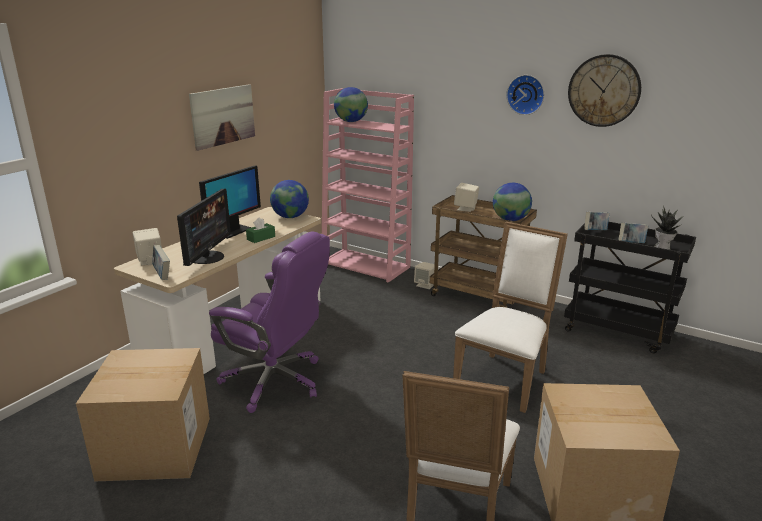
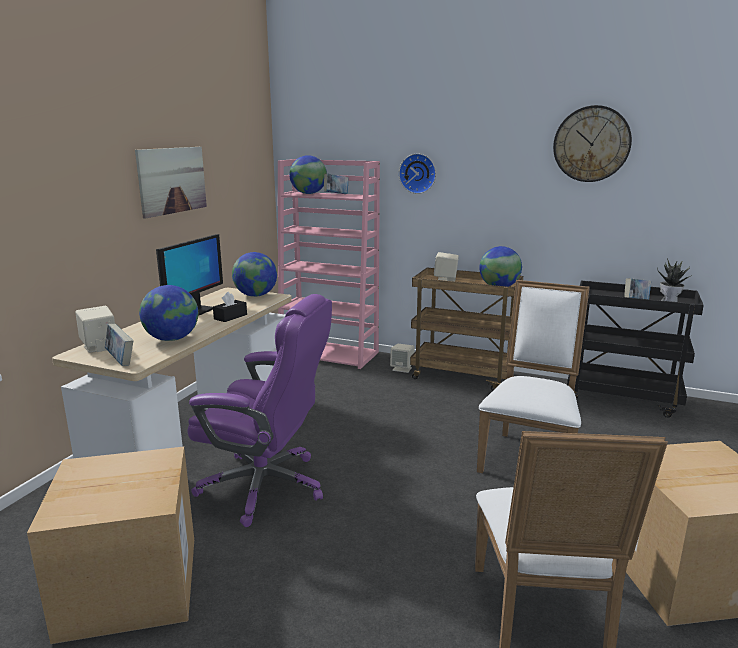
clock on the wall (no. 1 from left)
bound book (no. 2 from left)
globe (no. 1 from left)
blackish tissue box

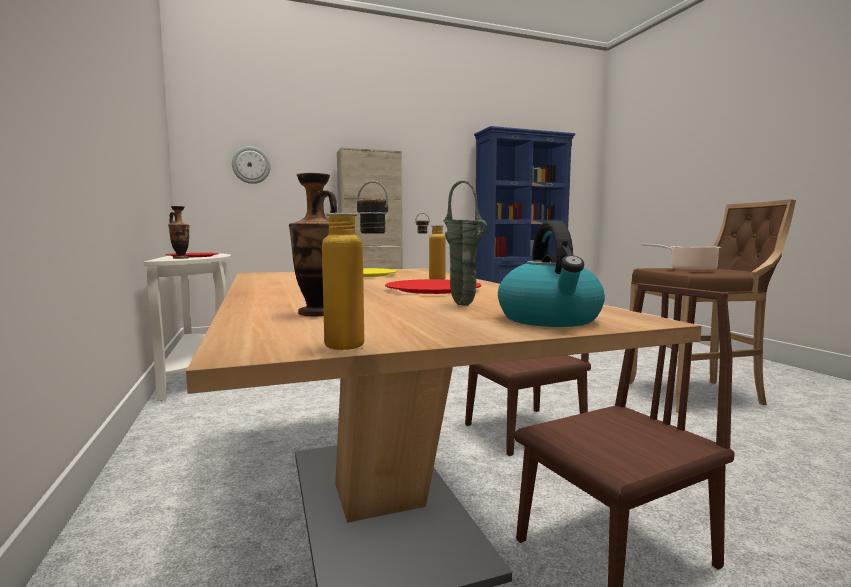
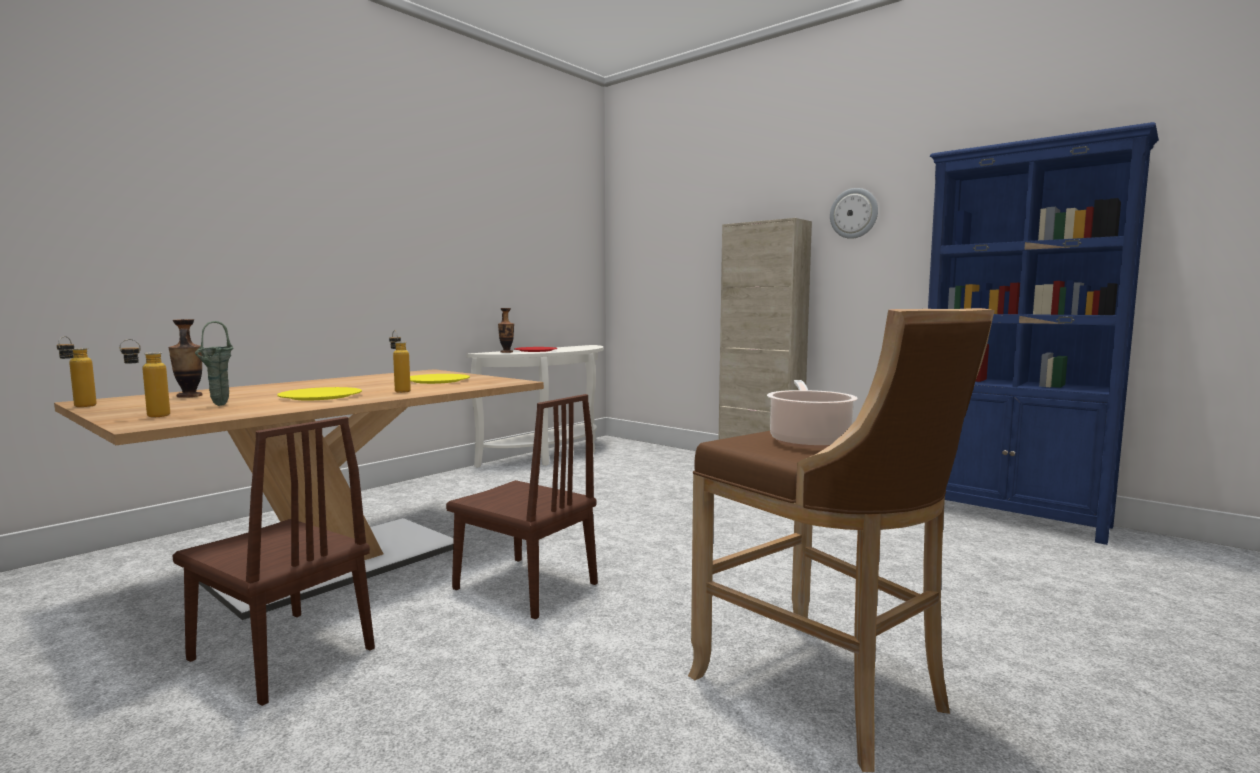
clock on the wall
bottle (no. 2 from left)
yellow-coloured flat dish (no. 1 from left)

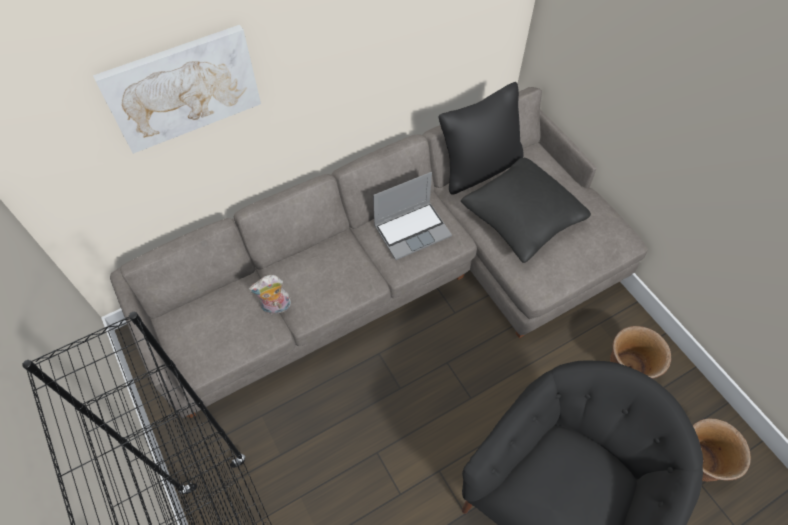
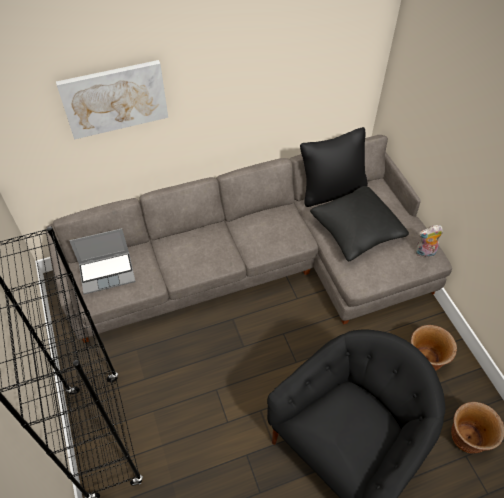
cuddly toy
laptop

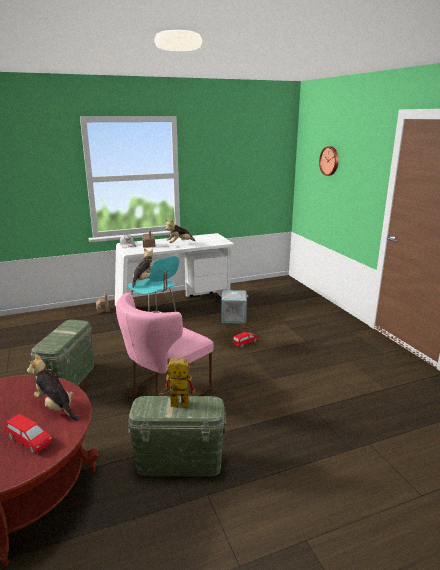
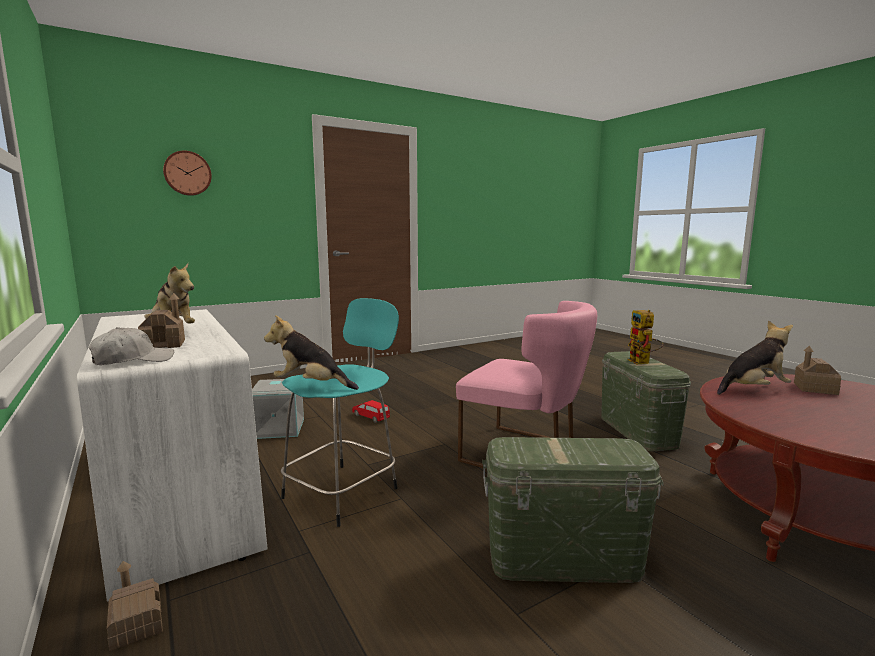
miniature house (no. 3 from left)
cuddly toy (no. 3 from left)

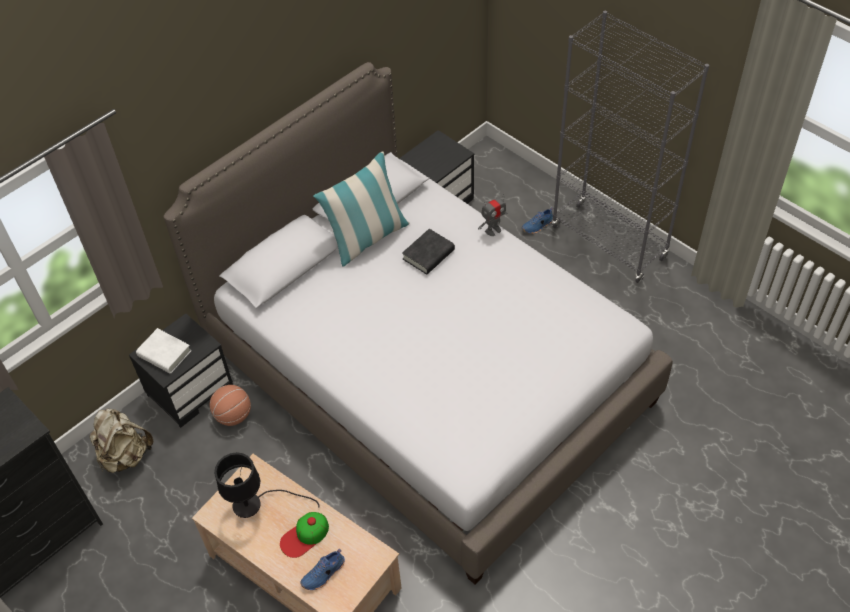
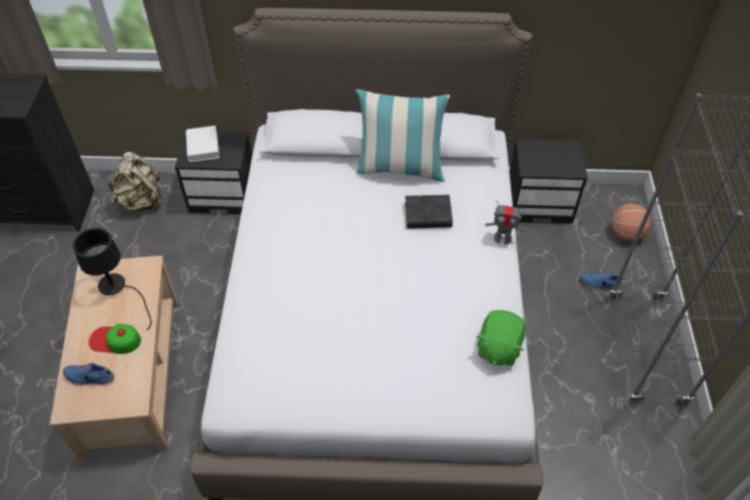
greenish cuddly toy
basketball ball

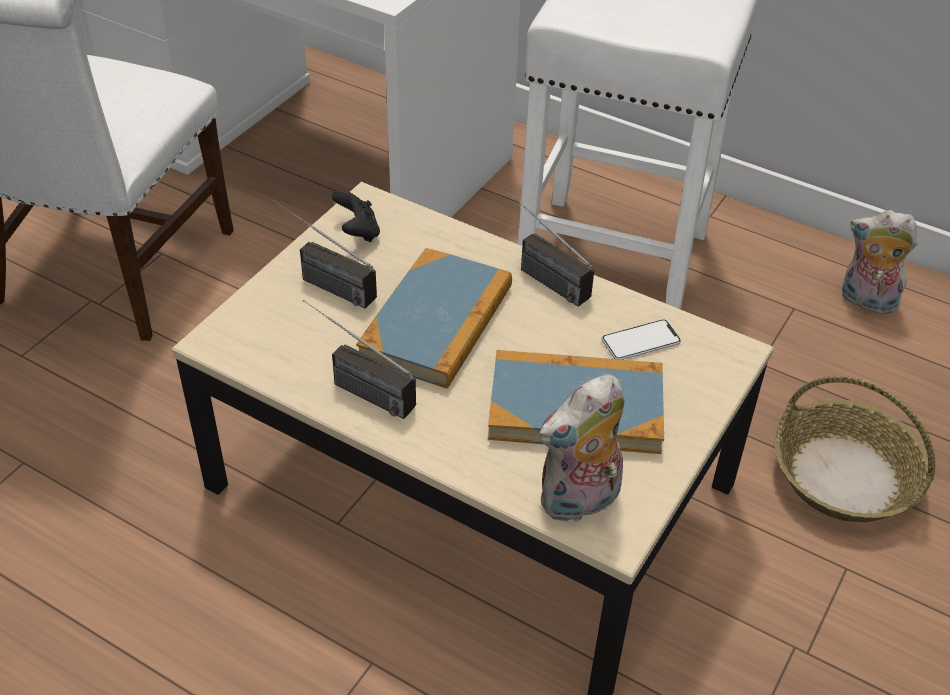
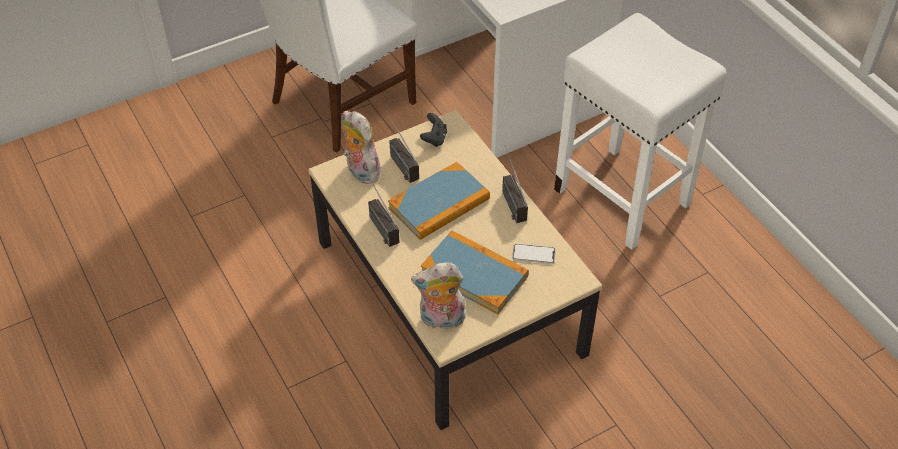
household basket
cuddly toy (no. 1 from left)

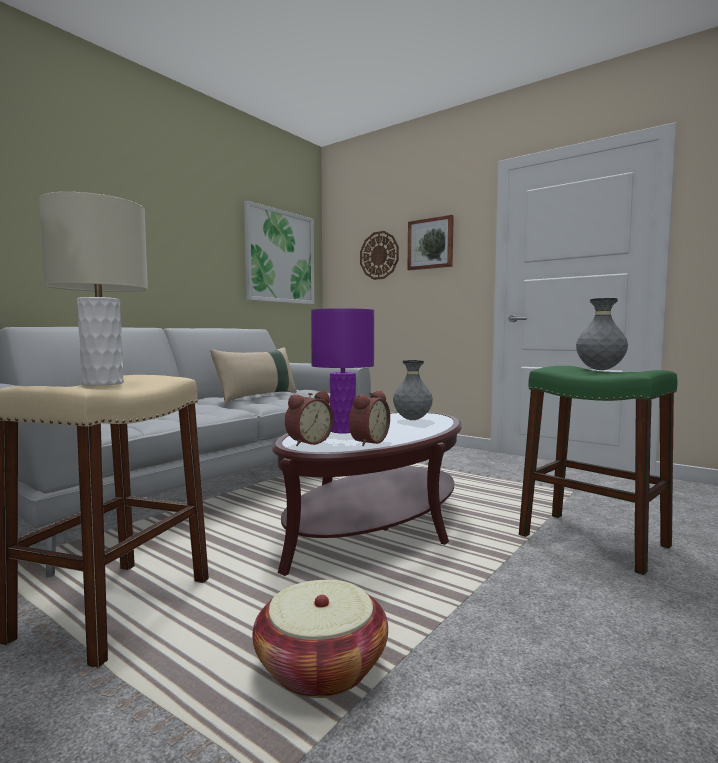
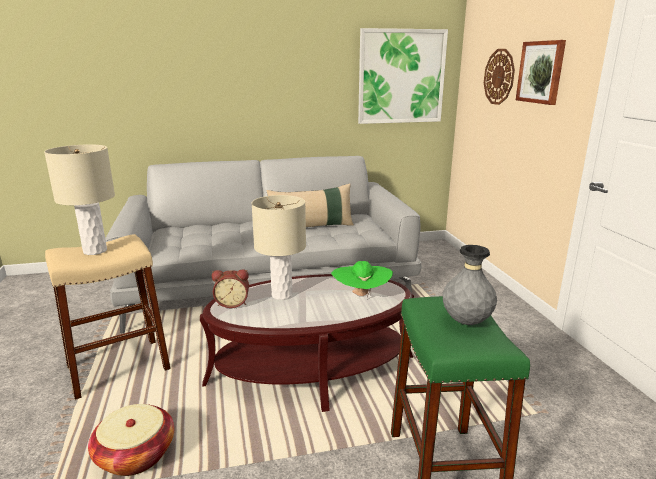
alarm clock (no. 2 from left in the first image)
greenish clothing hat
beige-coloured tabletop lamp (no. 2 from left)

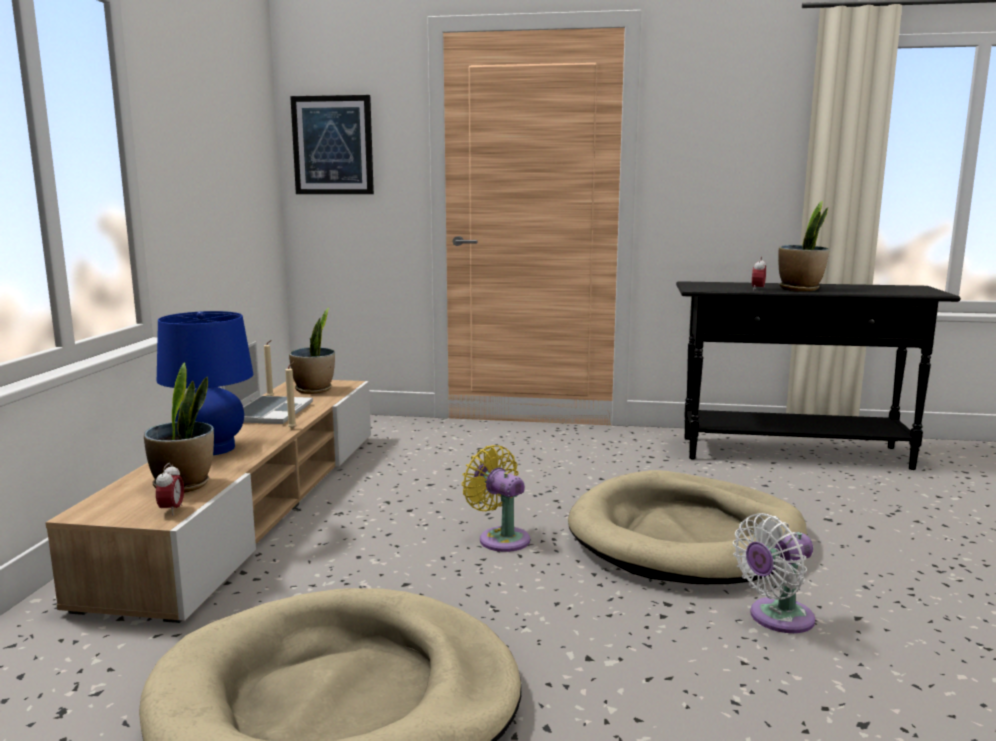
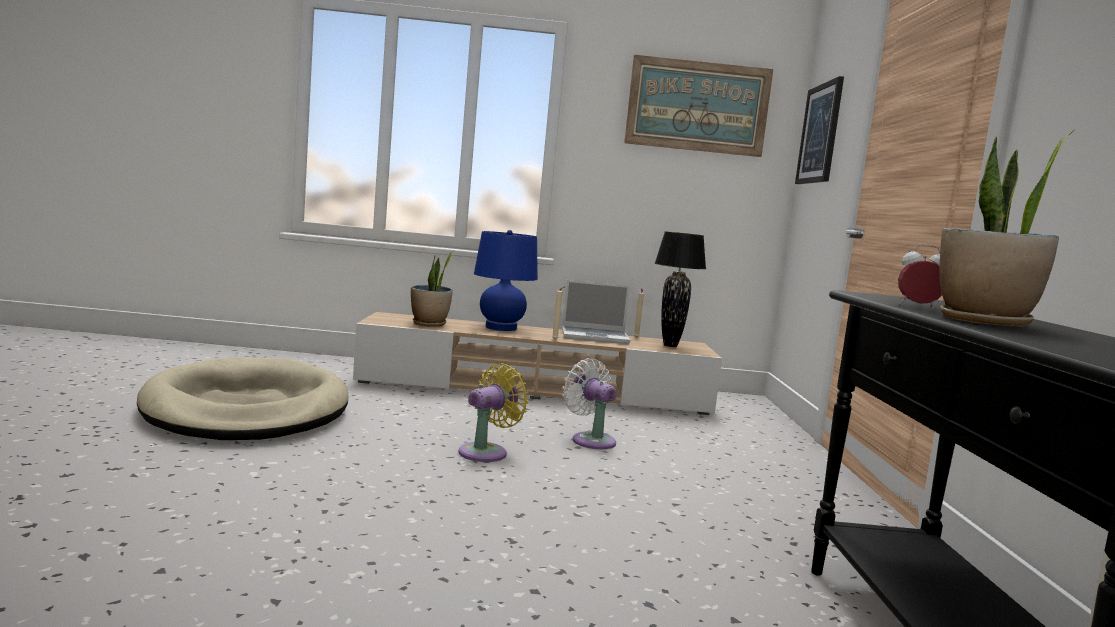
alarm clock (no. 1 from left in the first image)
beige-coloured dog cushion (no. 2 from left in the first image)
wall art (no. 1 from left)
white-coloured electric fan
blackish tabletop lamp

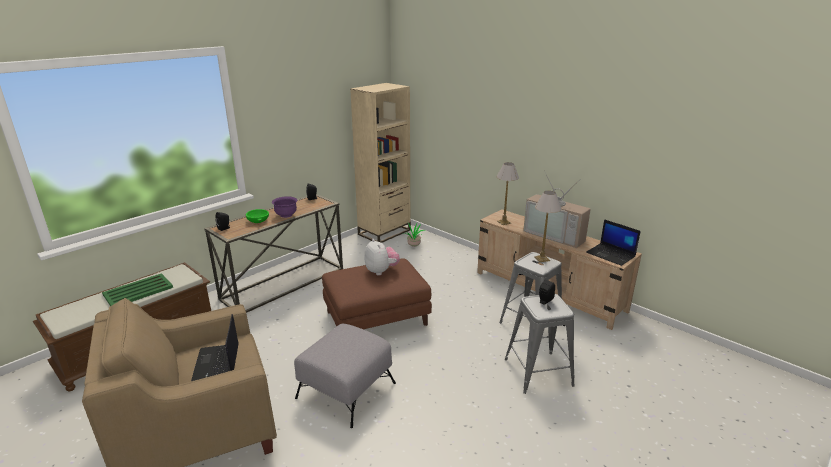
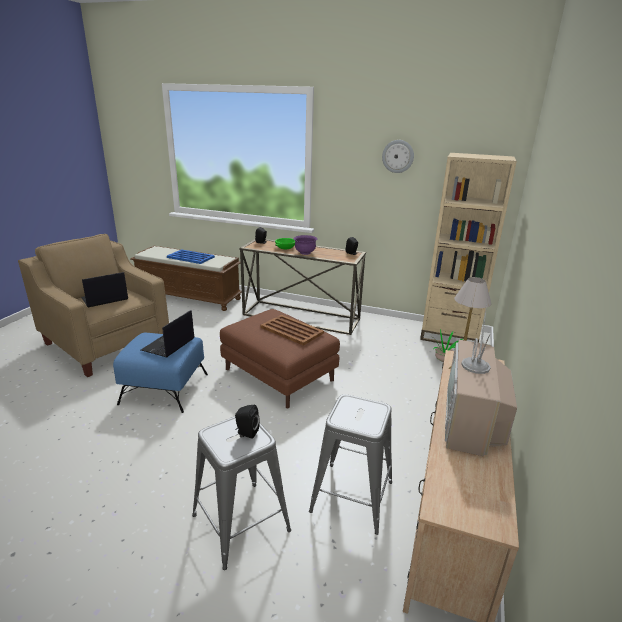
tabletop lamp (no. 2 from left in the first image)
clock on the wall
laptop (no. 2 from left)
brown-coloured serving tray
bluish serving tray
bluish ottoman

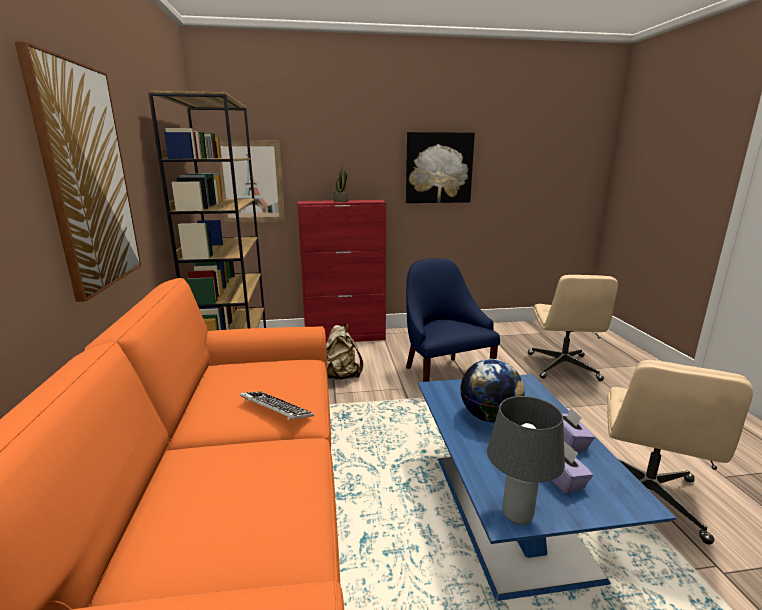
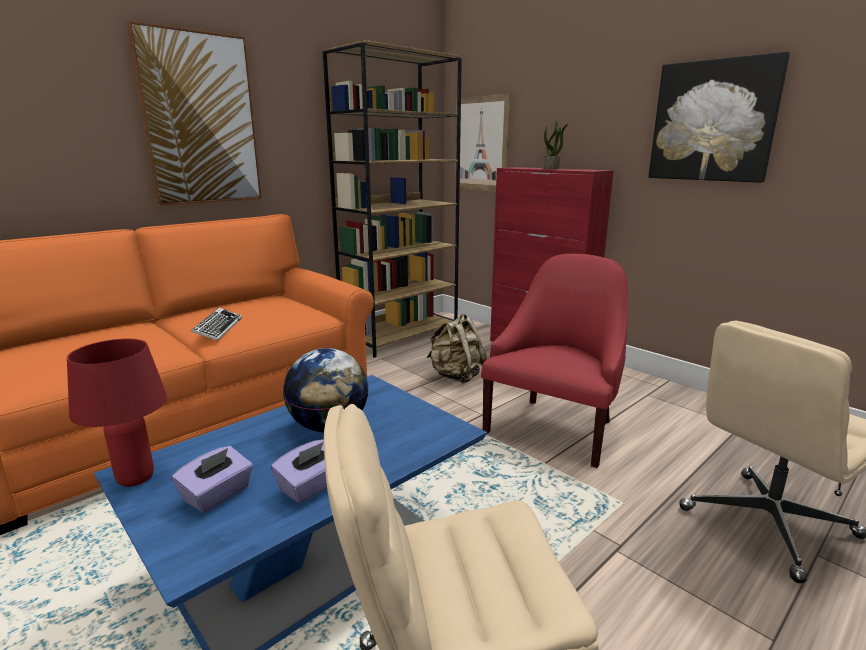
red-coloured lounge chair
red-coloured tabletop lamp

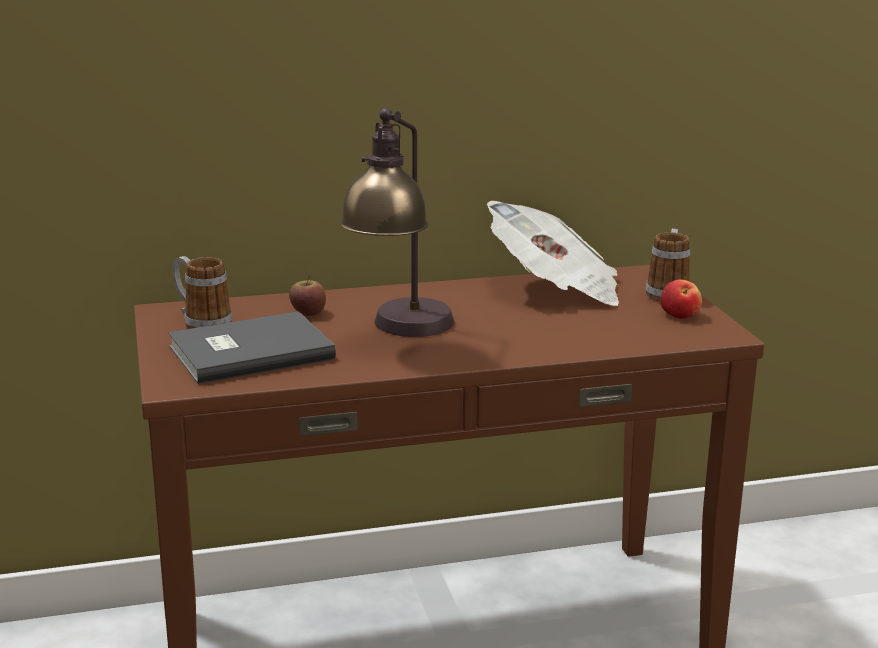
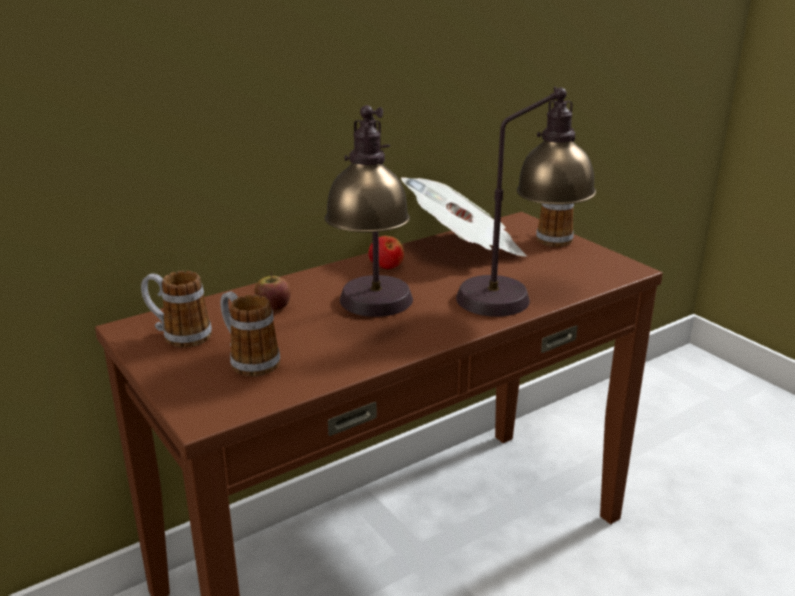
tabletop lamp (no. 2 from left)
apple (no. 2 from left)
tea mug (no. 2 from left)

